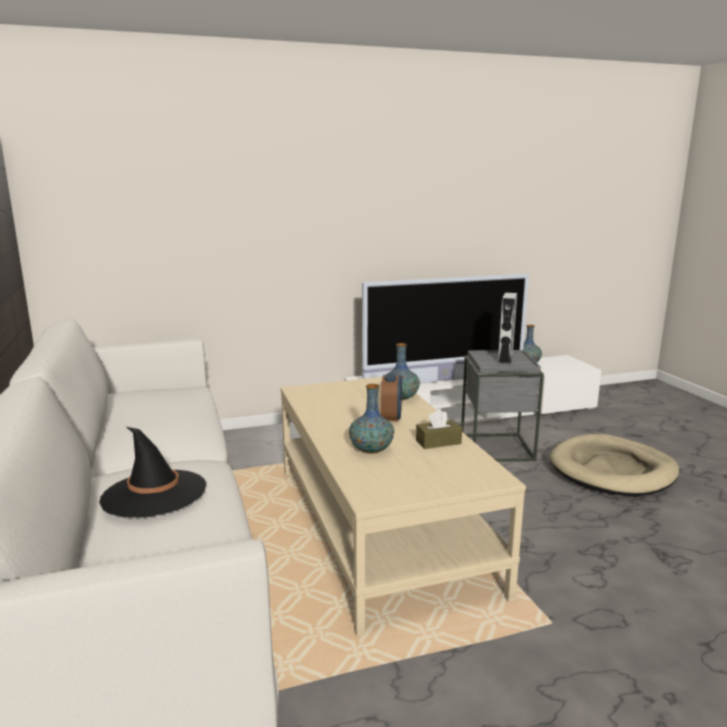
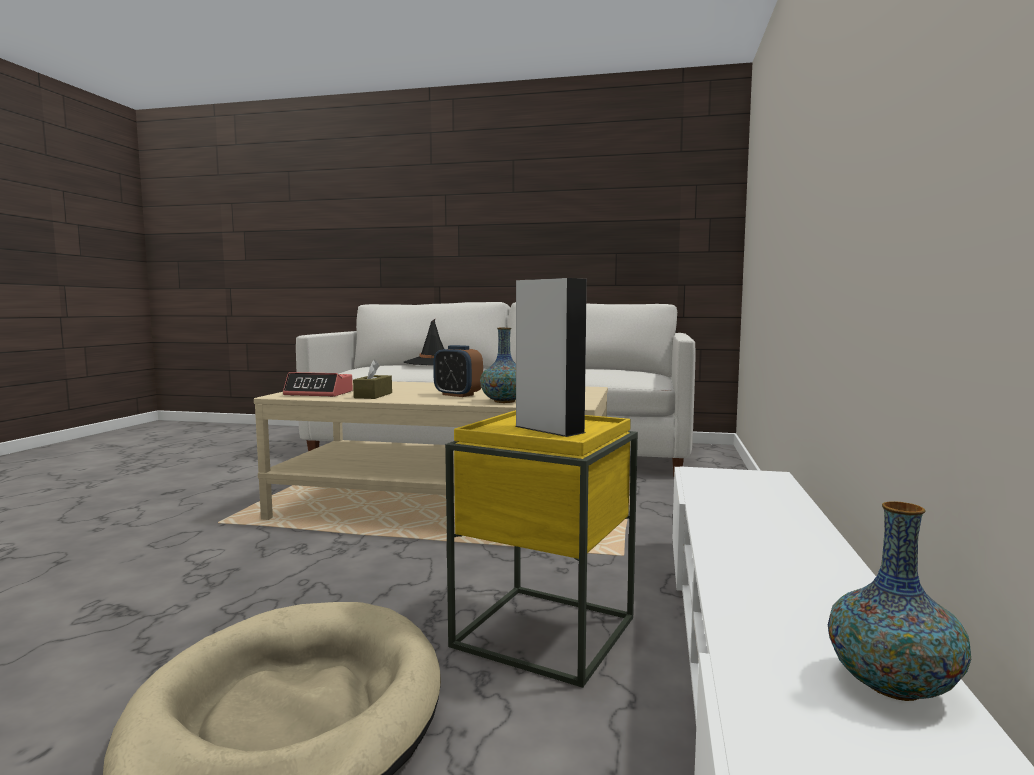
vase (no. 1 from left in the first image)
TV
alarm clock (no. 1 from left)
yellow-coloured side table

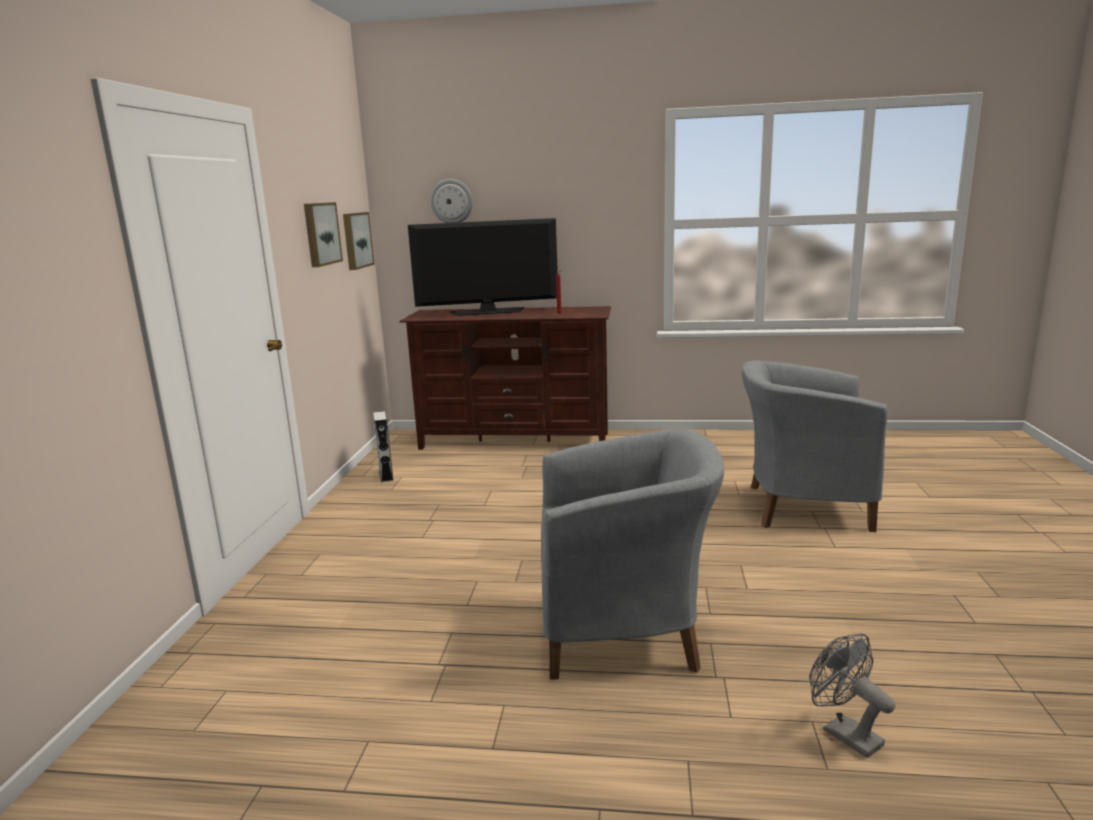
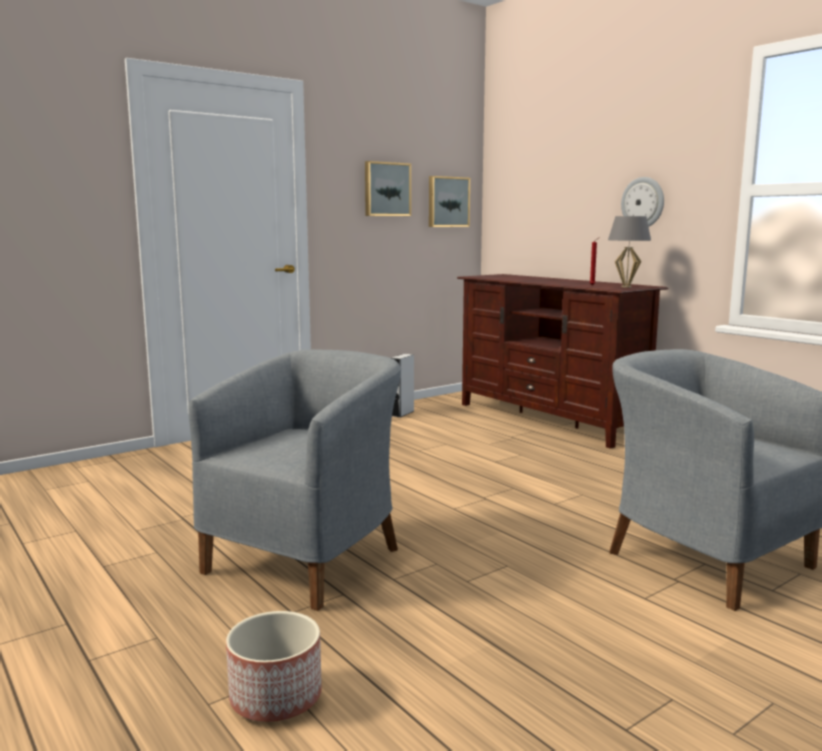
TV
greyish tabletop lamp
clock on the wall
planter
greyish lounge chair (no. 1 from left)

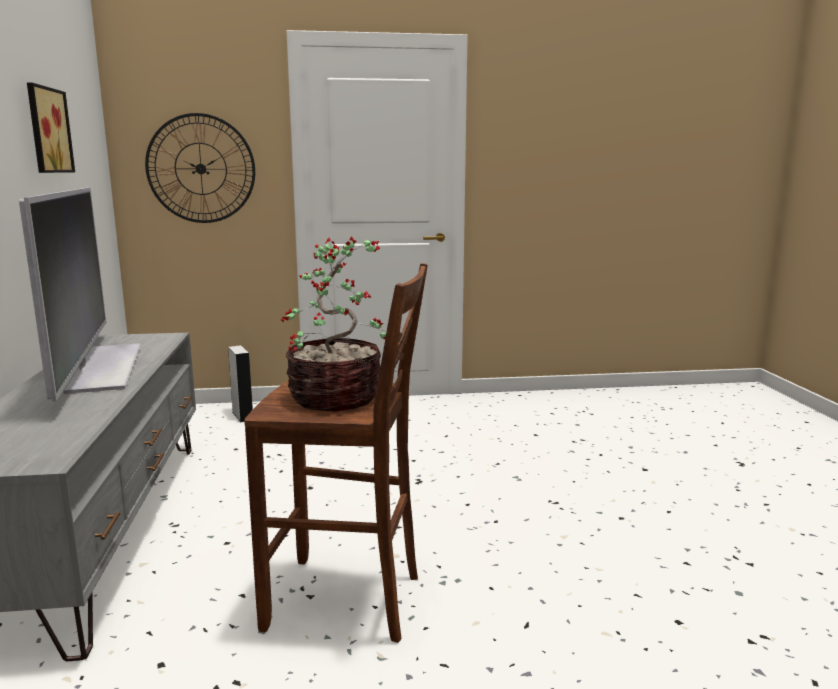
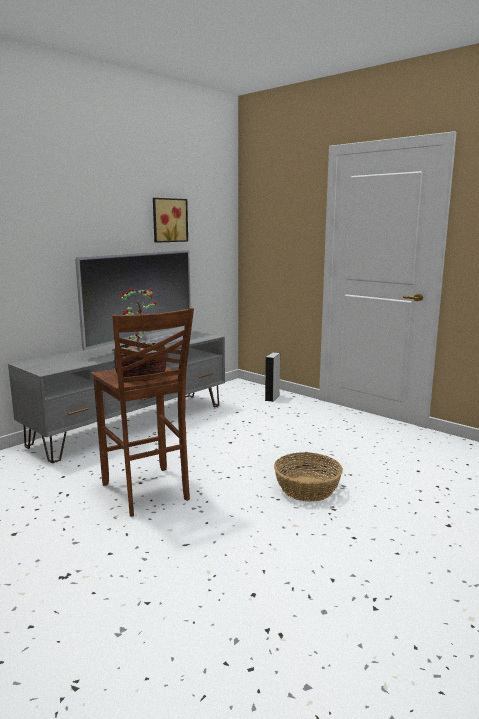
clock on the wall
household basket

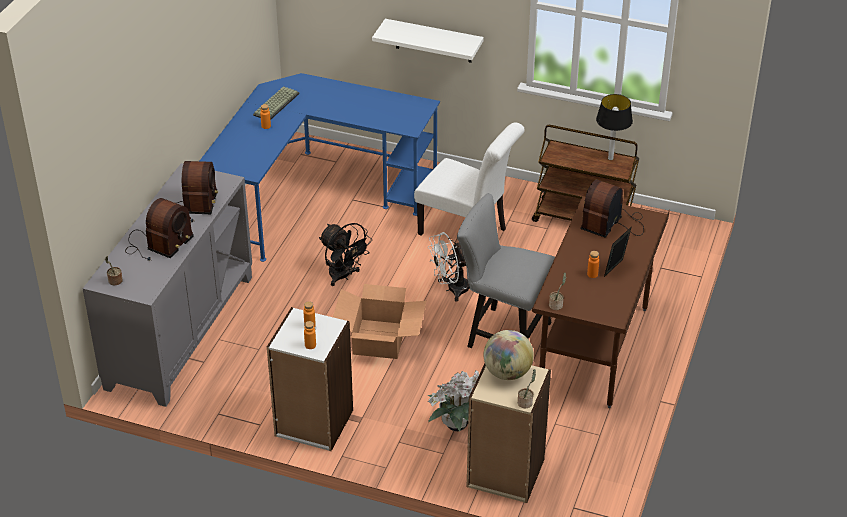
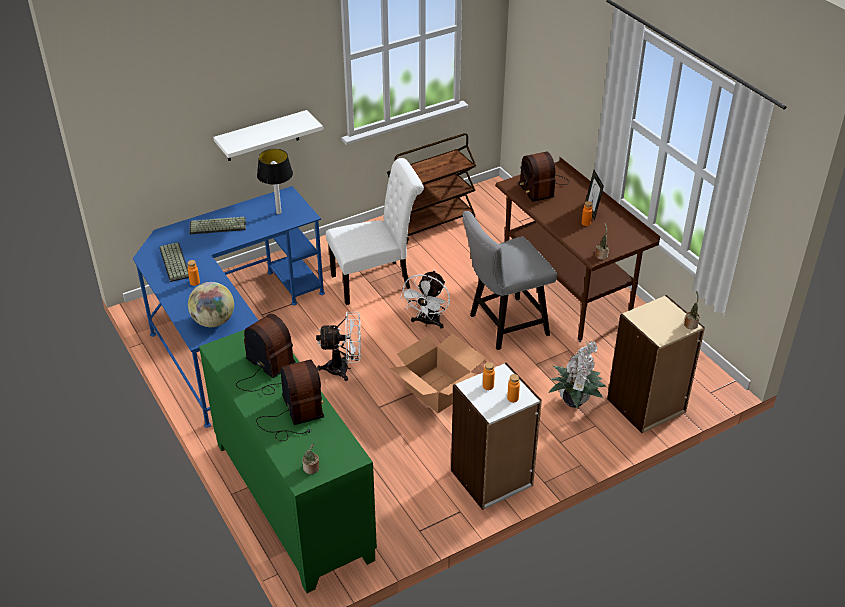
computer keyboard (no. 2 from left)
globe
tabletop lamp
greenish cabinet
white-coloured electric fan (no. 1 from left)

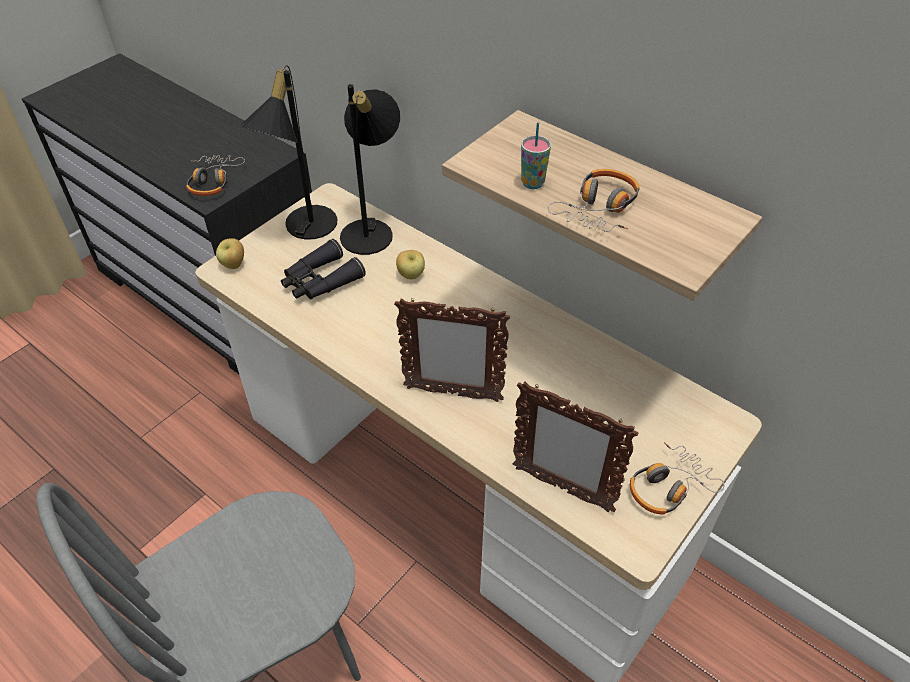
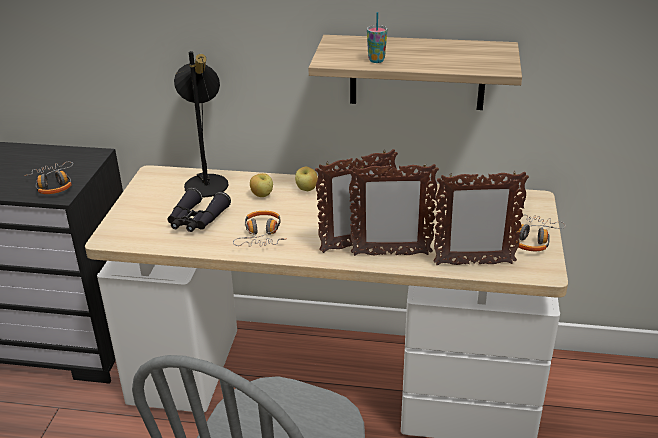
blackish tabletop lamp (no. 1 from left in the first image)
photo frame (no. 2 from left)
apple (no. 2 from left)
headset (no. 2 from left)

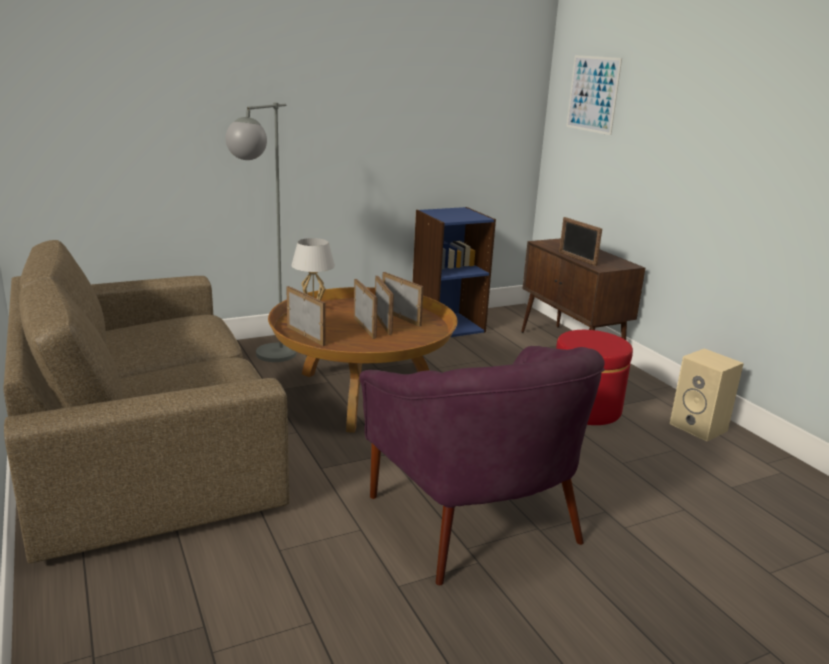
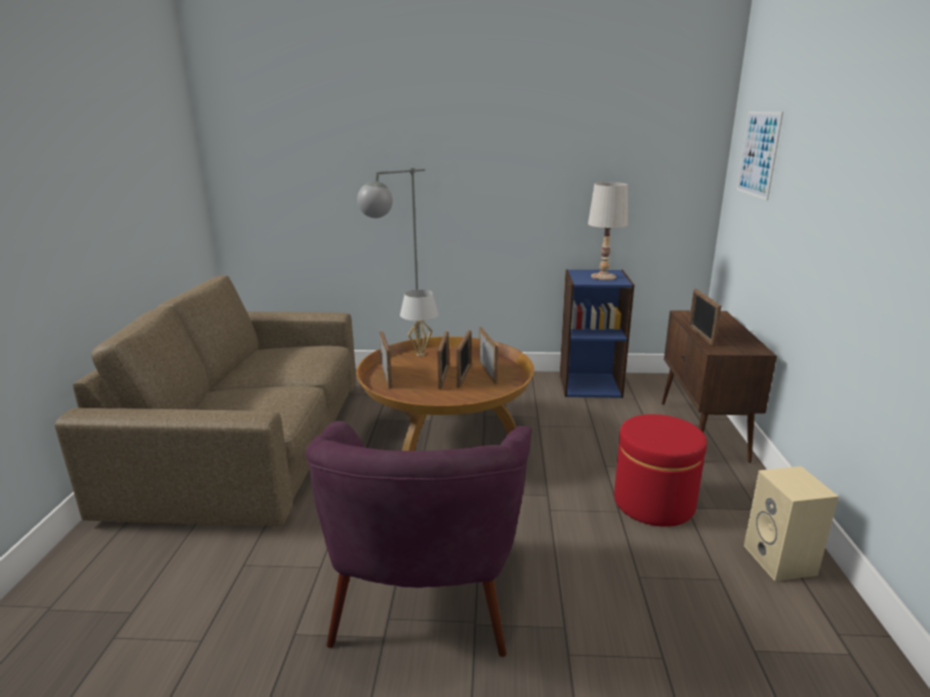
white-coloured tabletop lamp (no. 2 from left)

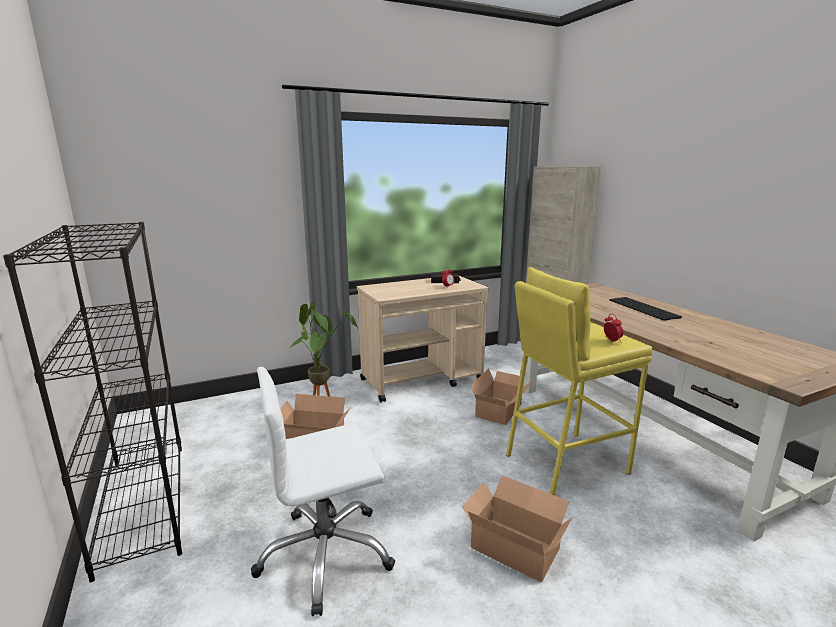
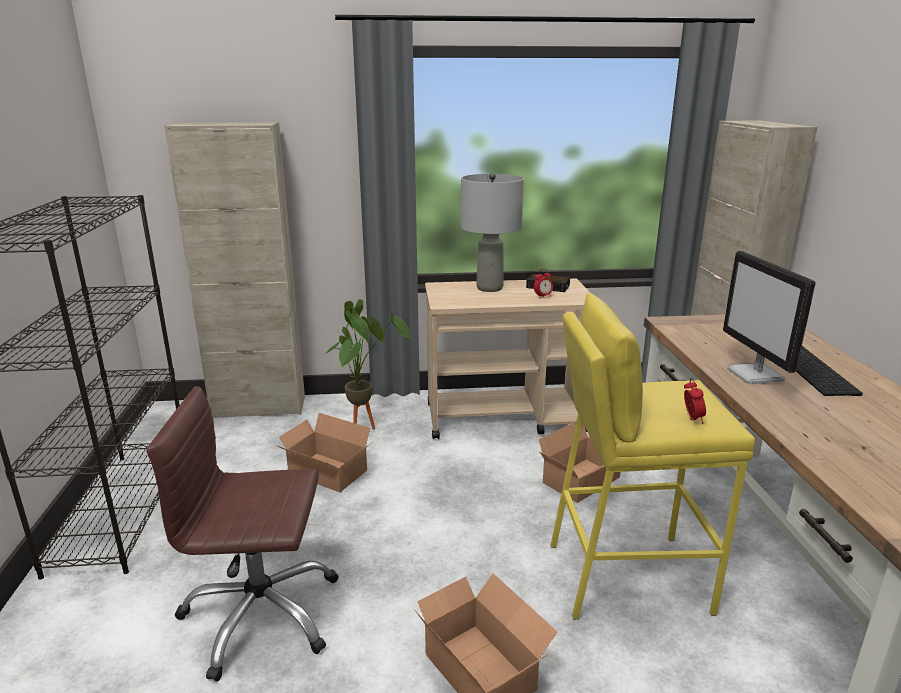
beige-coloured cabinet (no. 1 from left)
greyish tabletop lamp
monitor
brown-coloured computer chair

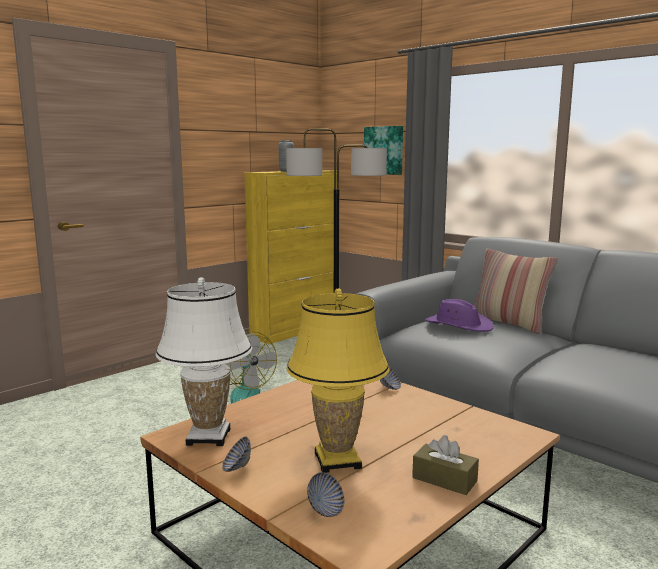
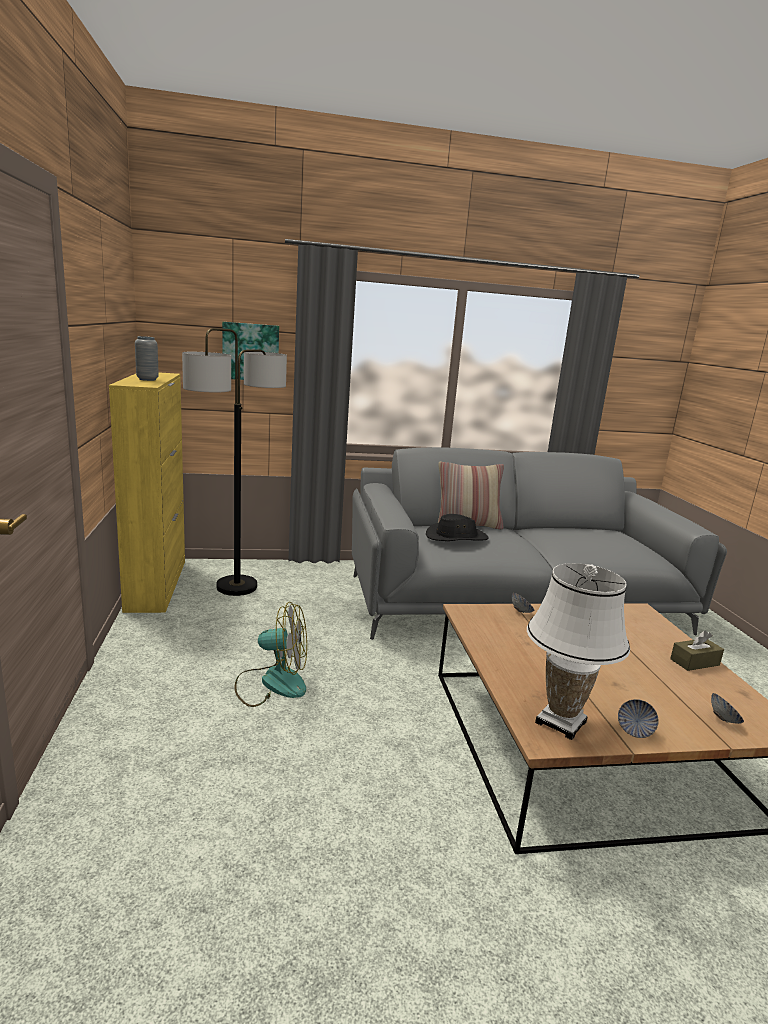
yellow-coloured tabletop lamp
blackish clothing hat

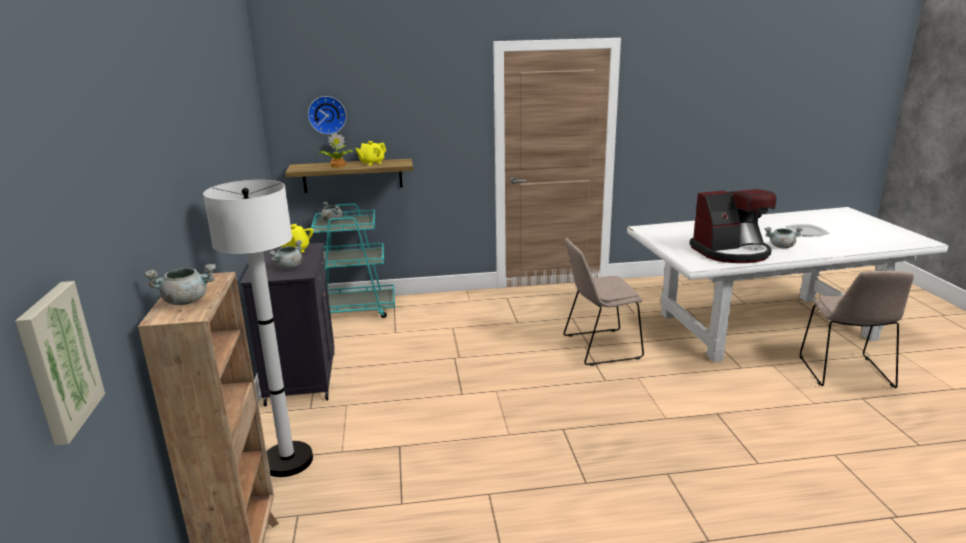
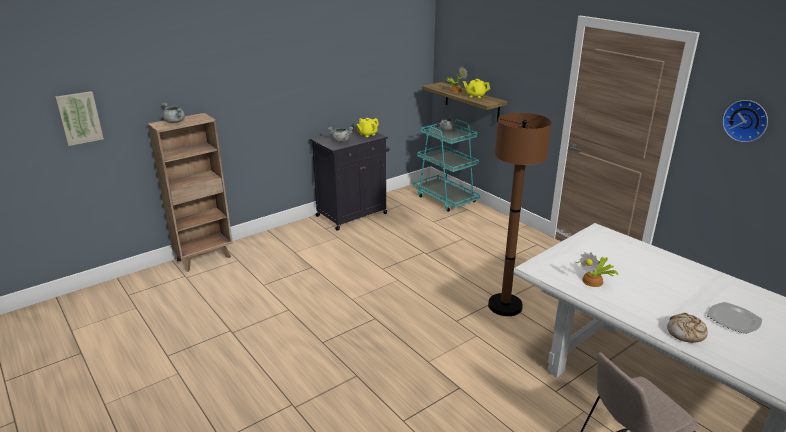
white-coloured standard lamp
greyish stockpot (no. 4 from left in the first image)
bread
clock on the wall
brown-coloured standard lamp
potted plant (no. 2 from left)

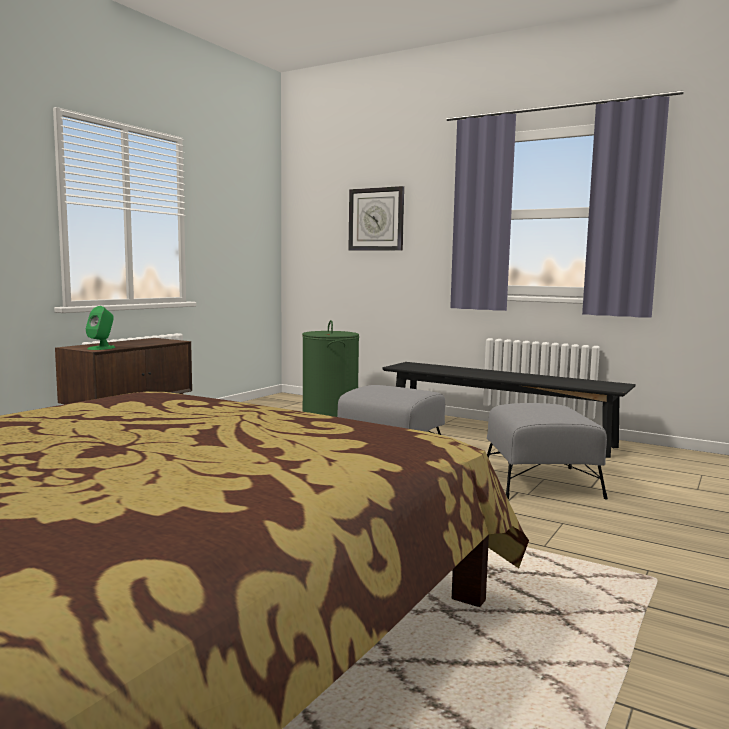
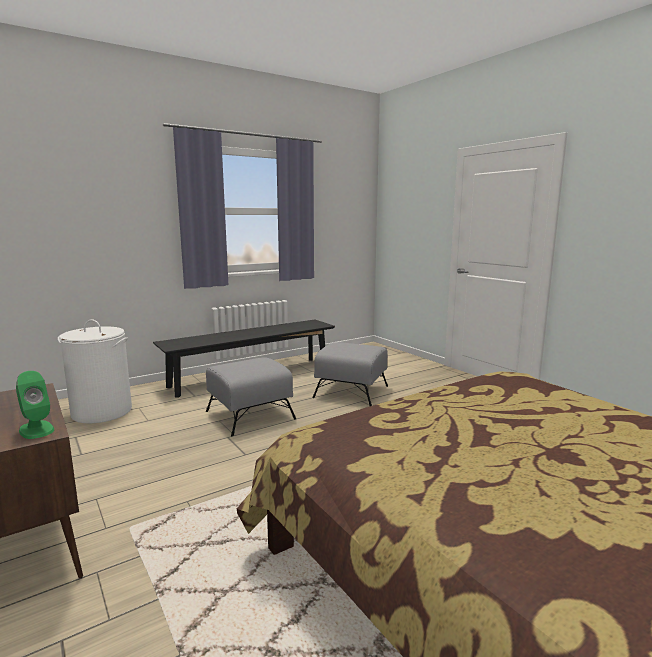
clock on the wall
white-coloured laundry basket

